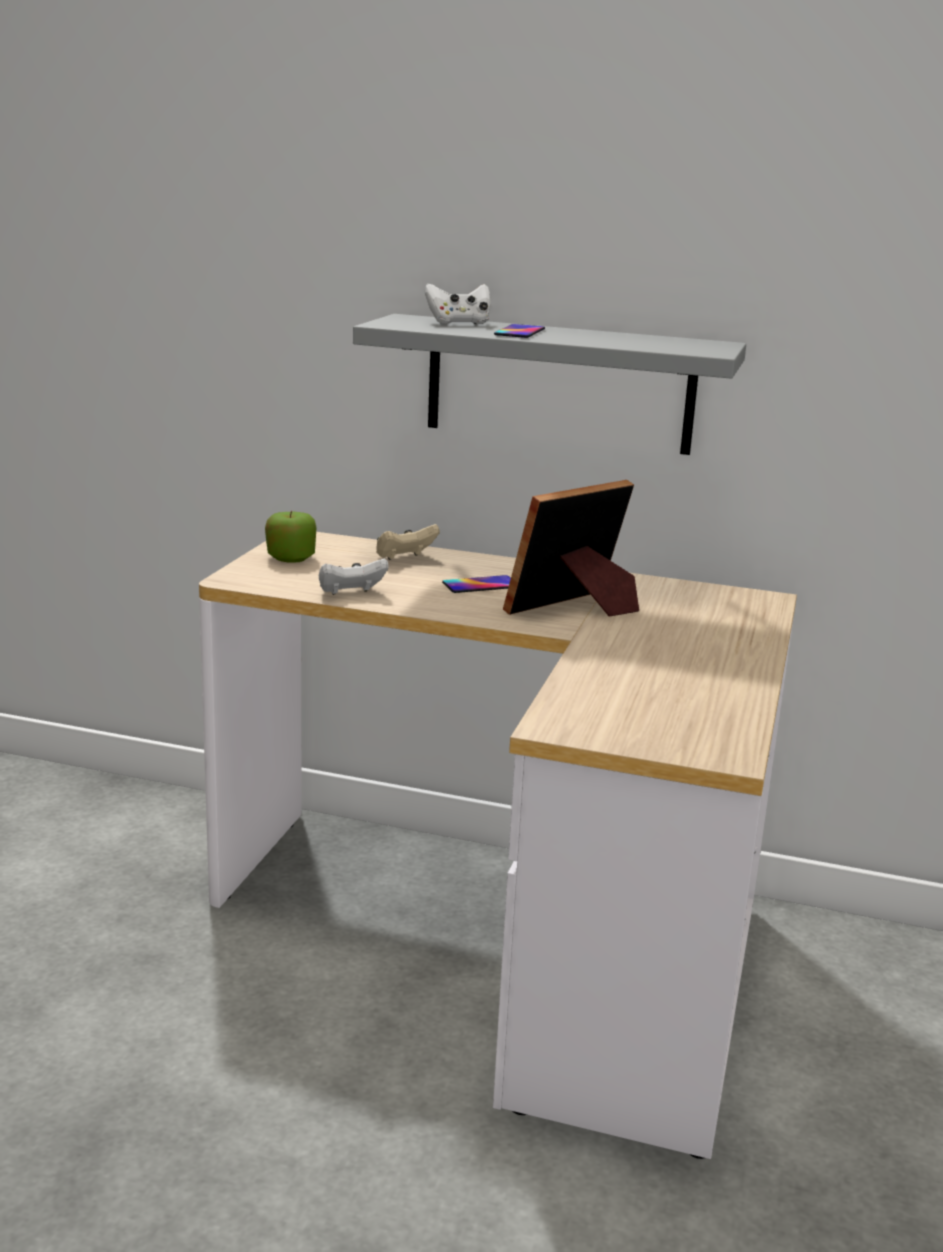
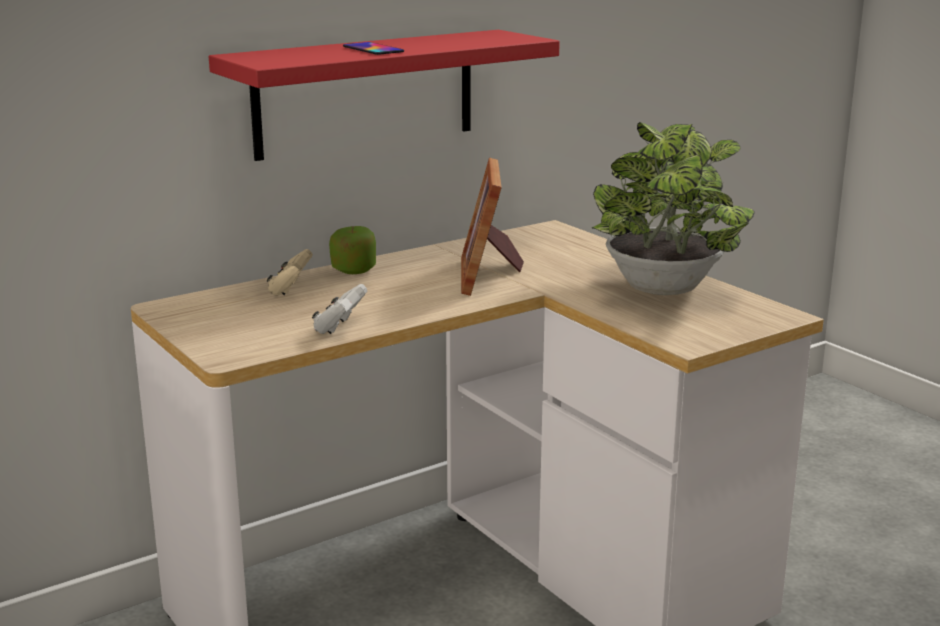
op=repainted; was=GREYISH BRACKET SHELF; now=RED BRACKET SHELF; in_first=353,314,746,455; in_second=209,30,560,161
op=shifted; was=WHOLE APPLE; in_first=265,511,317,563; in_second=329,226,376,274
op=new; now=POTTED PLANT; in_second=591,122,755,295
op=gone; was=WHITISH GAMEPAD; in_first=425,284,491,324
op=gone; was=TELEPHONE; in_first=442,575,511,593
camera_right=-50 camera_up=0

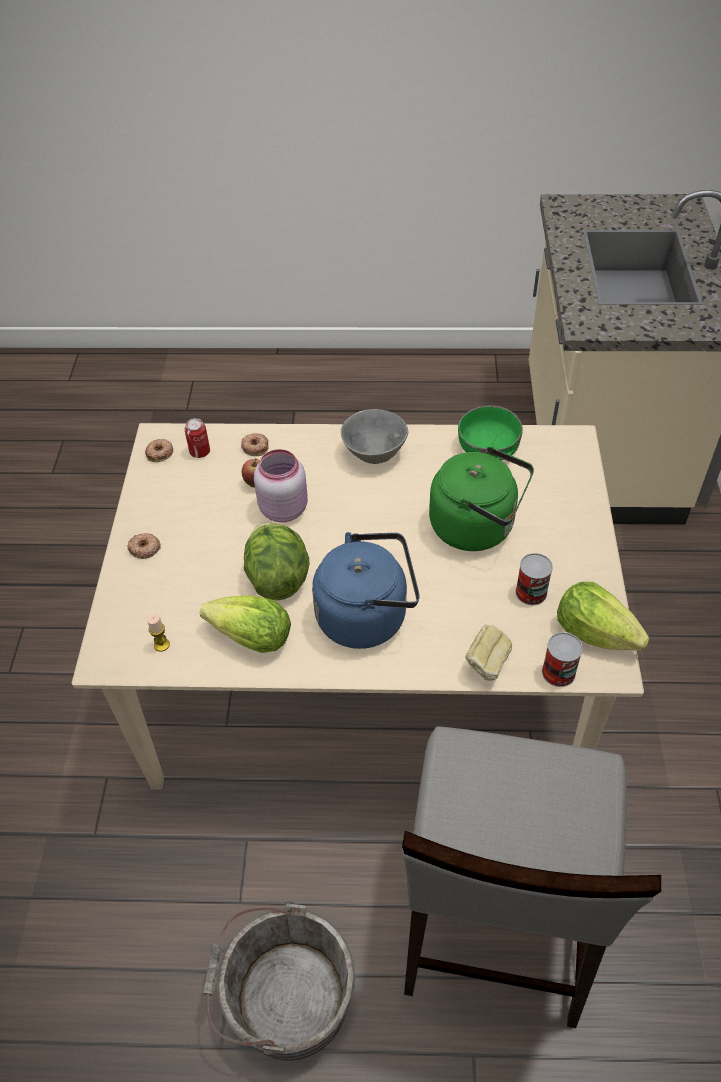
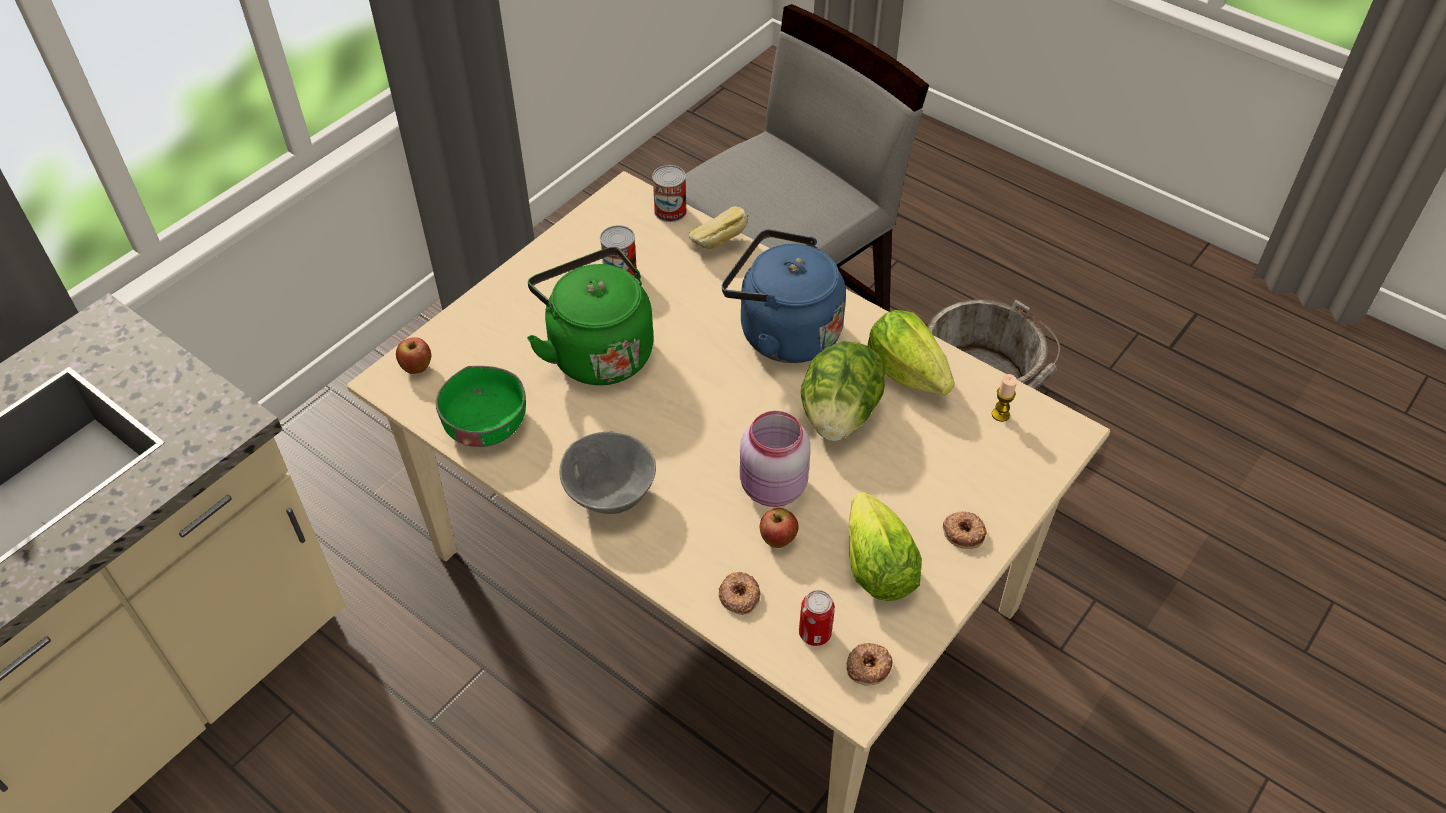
op=new; now=WHOLE APPLE; in_second=396,337,431,374
op=shifted; was=LETTUCE HEAD; in_first=557,582,650,651; in_second=848,492,922,601
camera_right=-145 camera_up=0

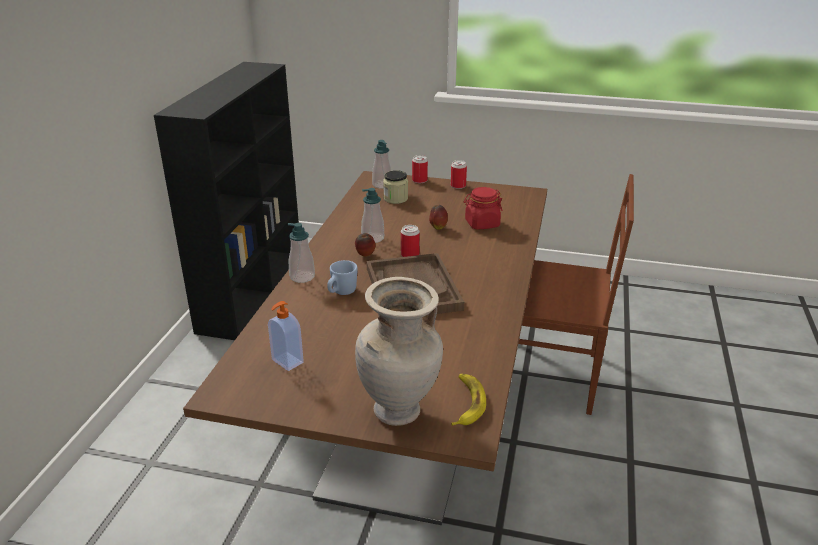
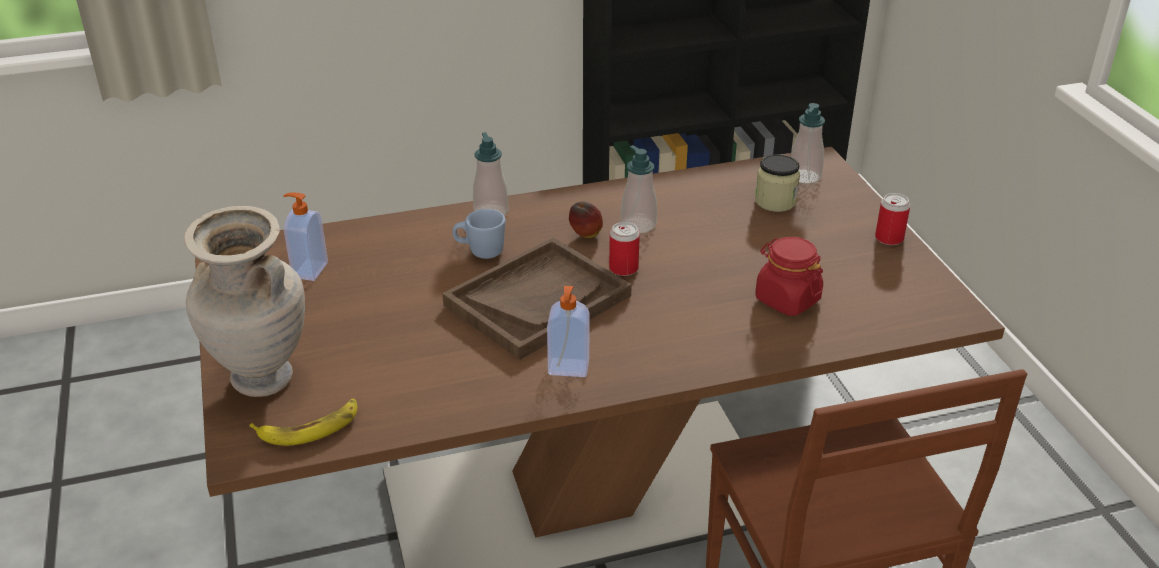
op=new; now=SOAP DISPENSER; in_second=547,286,590,377
op=gone; was=CAN; in_first=412,155,428,183
op=gone; was=WHOLE APPLE; in_first=429,205,448,230
camera_right=60 camera_up=5

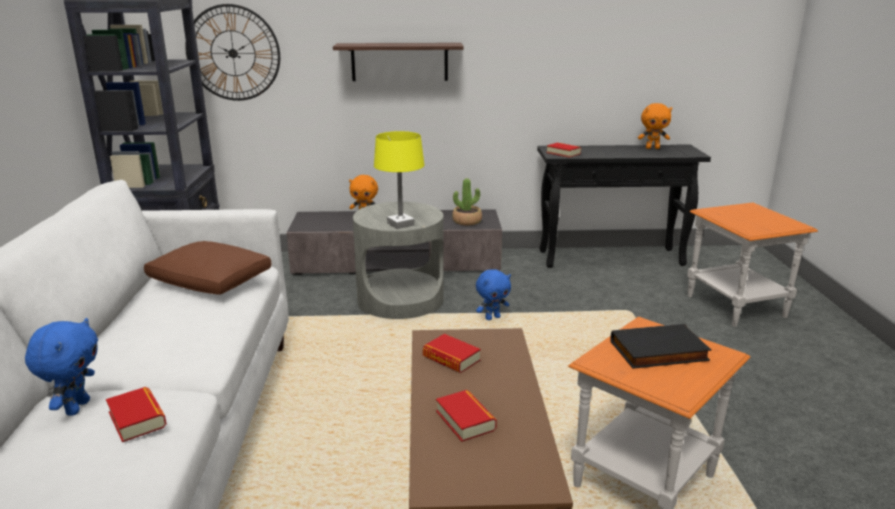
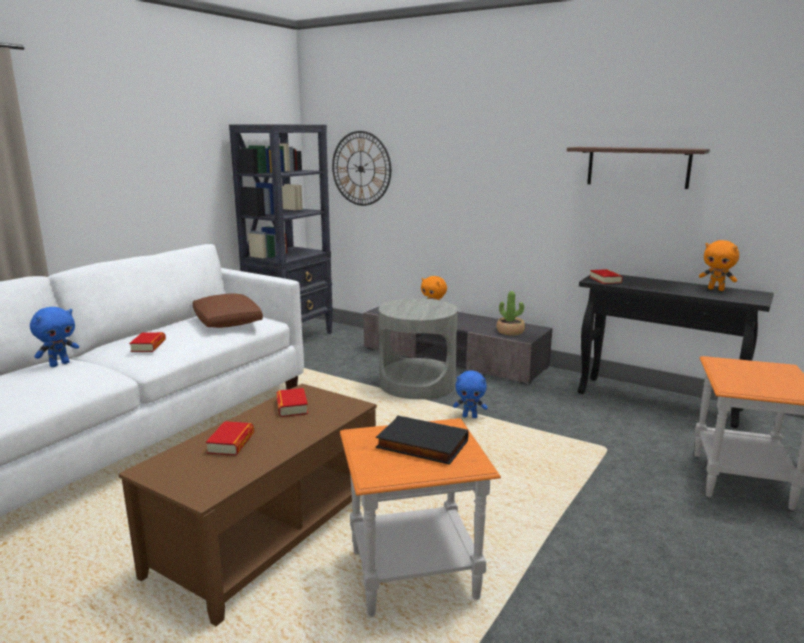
op=shifted; was=BOOK; in_first=106,387,166,442; in_second=129,332,166,352
op=shifted; was=BRACKET SHELF; in_first=333,43,464,81; in_second=567,147,710,189
op=gone; was=YELLOWISH TABLE LAMP; in_first=374,131,424,229
camera_right=35 camera_up=-5

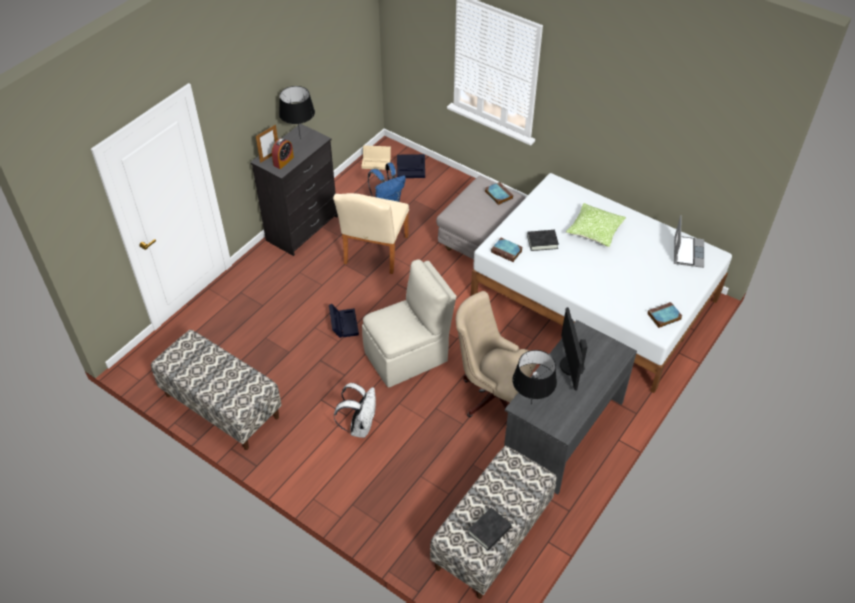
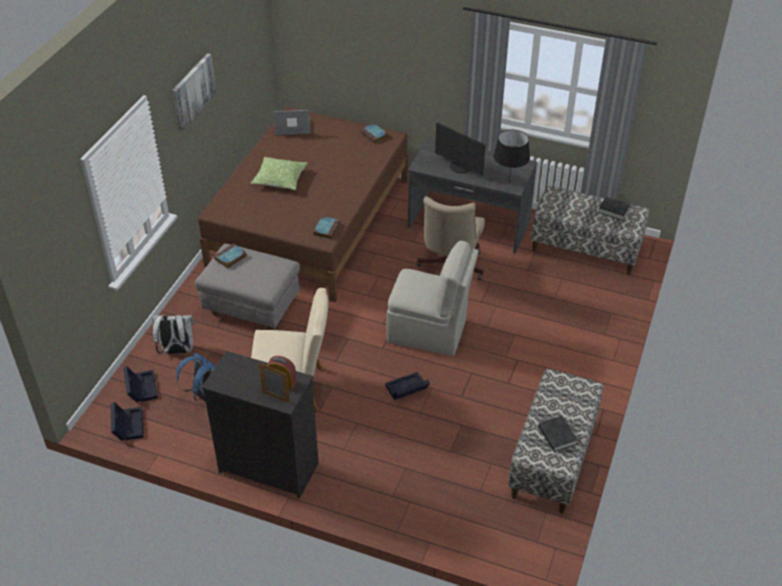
op=repainted; was=BEIGE-COLOURED STORAGE BOX; now=BLACK-COLOURED STORAGE BOX; in_first=361,145,391,170; in_second=111,402,144,441
op=shifted; was=WHITISH BACKPACK; in_first=334,383,376,438; in_second=152,313,195,354
op=new; now=WALL ART; in_second=172,53,216,131
op=repainted; was=WHITISH BED; now=BROWN BED; in_first=471,173,732,393; in_second=198,107,409,303
op=rotated; was=BEIGE-COLOURED PLAIN CHAIR; in_first=362,259,457,388; in_second=386,241,479,356; clockwise=150
op=rotated; was=MONITOR; in_first=560,307,587,391; in_second=435,122,486,176; clockwise=60
op=shifted; was=BLACK-COLOURED BOOK; in_first=527,230,559,251; in_second=538,416,578,452
op=gone; was=BLACK-COLOURED TABLE LAMP; in_first=279,86,315,139
camera_right=-105 camera_up=-5

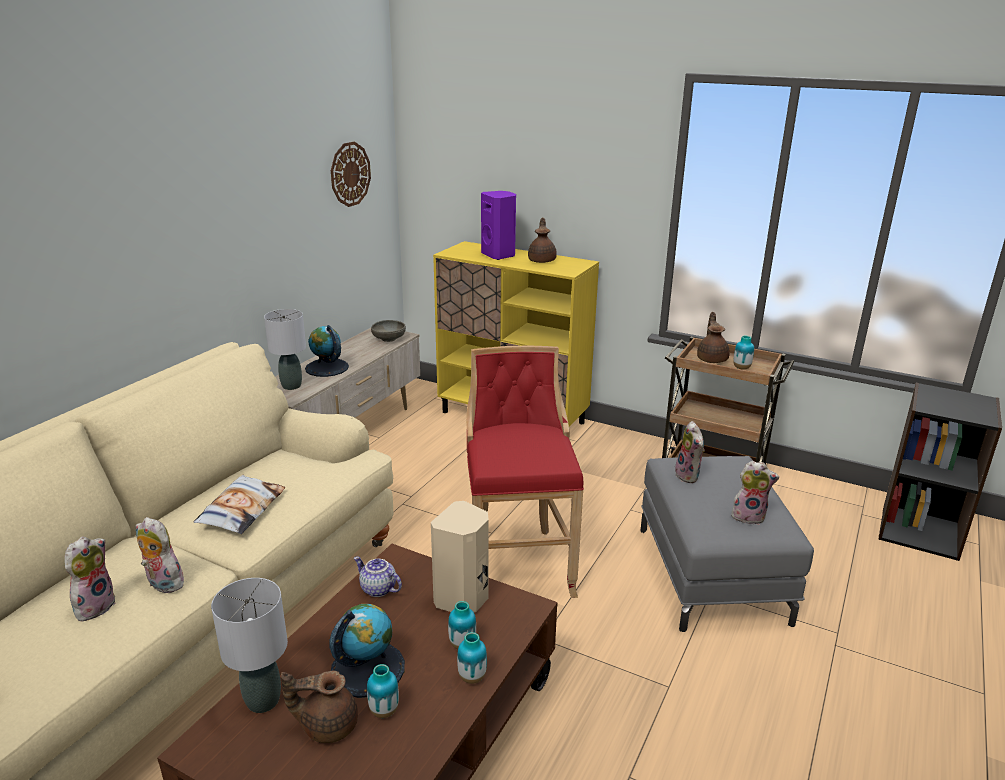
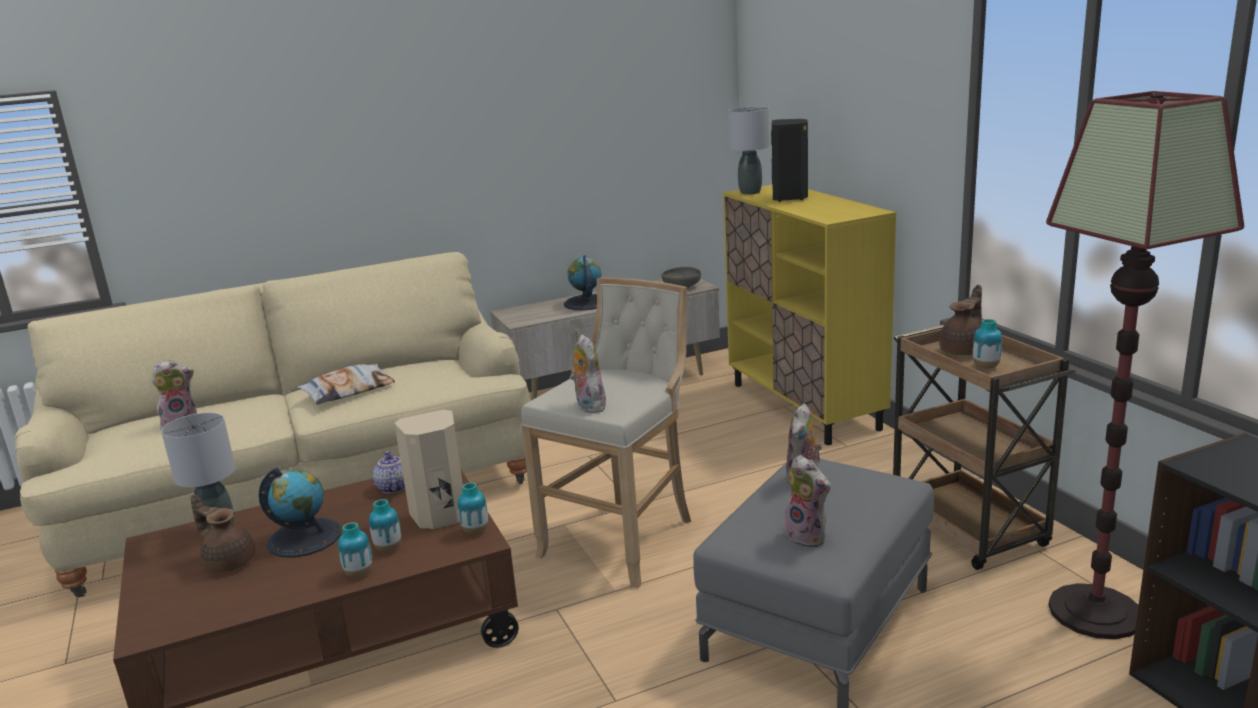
op=shifted; was=FLOWER VASE; in_first=367,664,399,718; in_second=458,483,488,534
op=repainted; was=RED STOOL; now=BEIGE-COLOURED STOOL; in_first=466,346,584,598; in_second=521,277,691,588
op=shifted; was=PLUSH TOY; in_first=136,517,187,593; in_second=570,335,606,413
op=shifted; was=GREYISH TABLE LAMP; in_first=264,309,306,390; in_second=728,106,769,195
op=repainted; was=PURPLISH LOUDSPEAKER; now=BLACK-COLOURED LOUDSPEAKER; in_first=481,191,516,260; in_second=771,119,808,202
op=new; now=FLOOR LAMP; in_second=1046,91,1244,639
op=gone; was=HANGING CLOCK; in_first=331,142,371,207
op=gone; was=BROWN TEA POT; in_first=528,218,557,263
camera_right=40 camera_up=-5

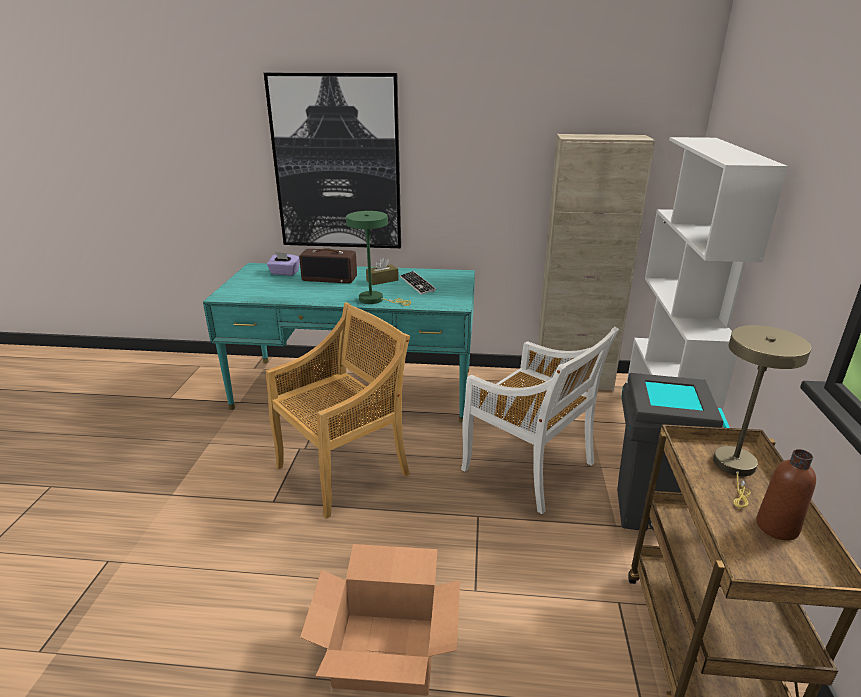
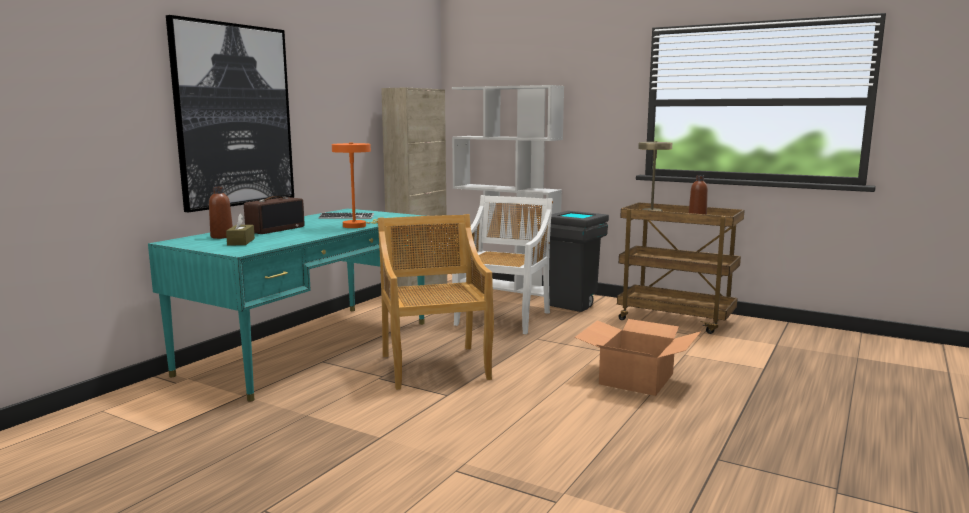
op=swapped; was=PURPLISH TISSUE HOLDER; now=BROWN DRINK BOTTLE; in_first=267,252,300,276; in_second=209,186,233,239
op=shifted; was=BROWN TISSUE HOLDER; in_first=366,257,399,285; in_second=226,213,255,245
op=repainted; was=GREEN TABLE LAMP; now=ORANGEY TABLE LAMP; in_first=346,211,411,306; in_second=332,142,378,228
op=rotated; was=WHITISH PLAIN CHAIR; in_first=461,327,619,514; in_second=452,195,553,334; clockwise=-45
camera_right=-65 camera_up=-15

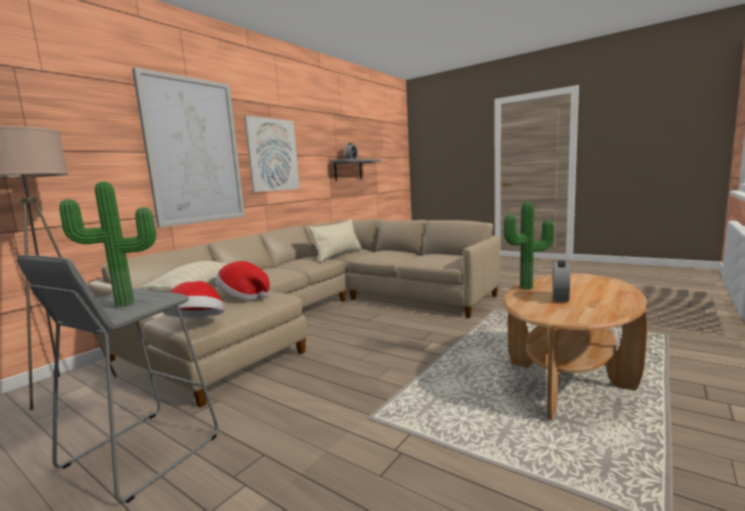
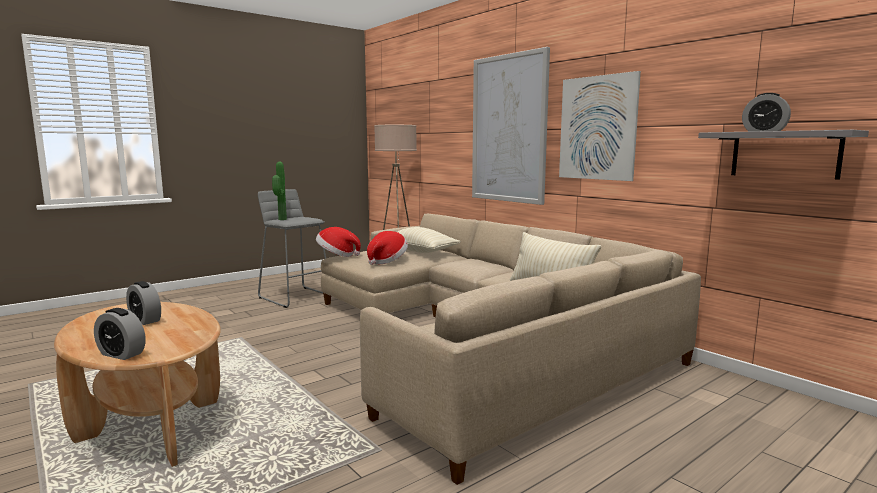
op=new; now=BEDSIDE CLOCK; in_second=94,308,146,360
op=gone; was=POTTED PLANT; in_first=504,202,554,290
camera_right=105 camera_up=0

